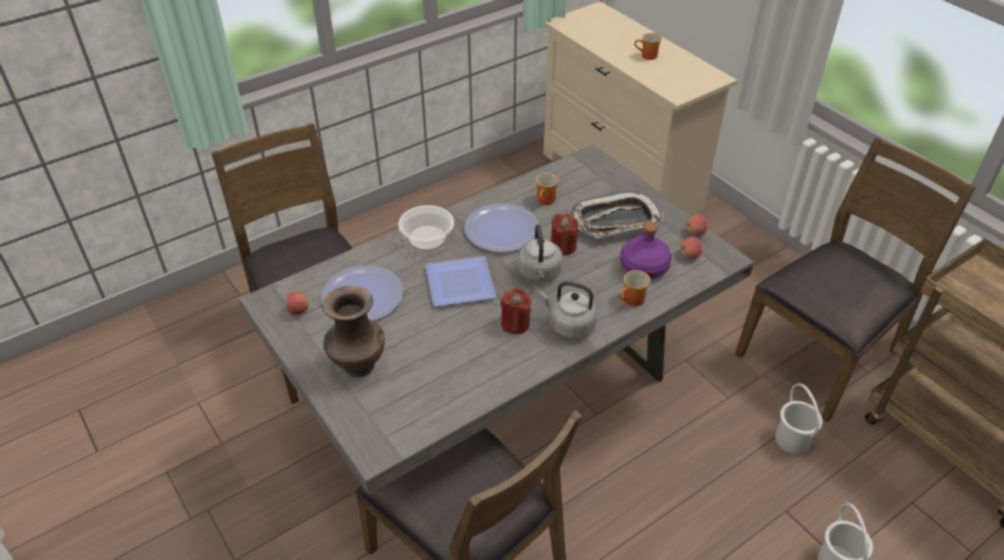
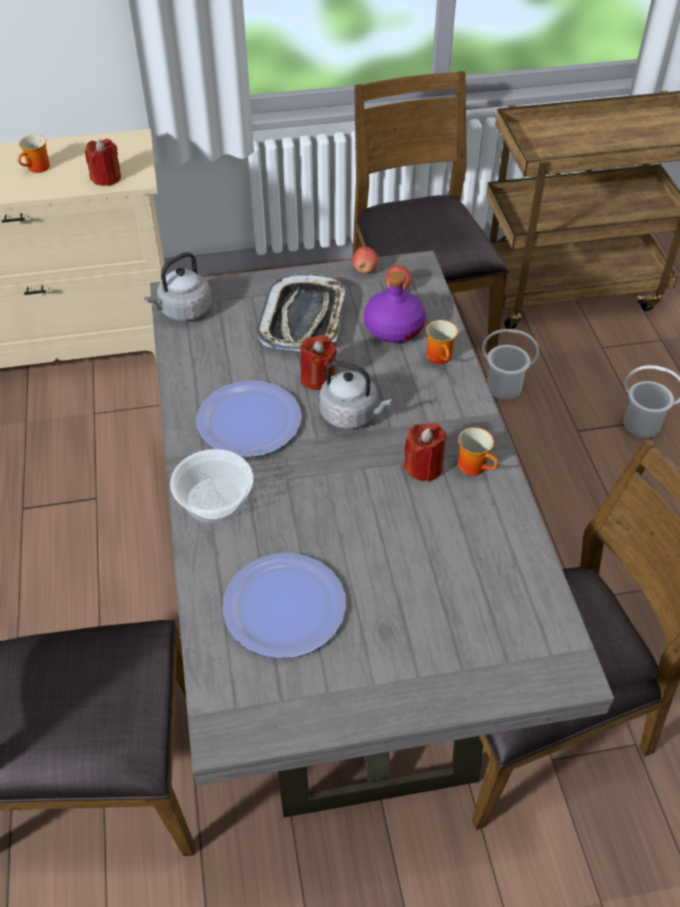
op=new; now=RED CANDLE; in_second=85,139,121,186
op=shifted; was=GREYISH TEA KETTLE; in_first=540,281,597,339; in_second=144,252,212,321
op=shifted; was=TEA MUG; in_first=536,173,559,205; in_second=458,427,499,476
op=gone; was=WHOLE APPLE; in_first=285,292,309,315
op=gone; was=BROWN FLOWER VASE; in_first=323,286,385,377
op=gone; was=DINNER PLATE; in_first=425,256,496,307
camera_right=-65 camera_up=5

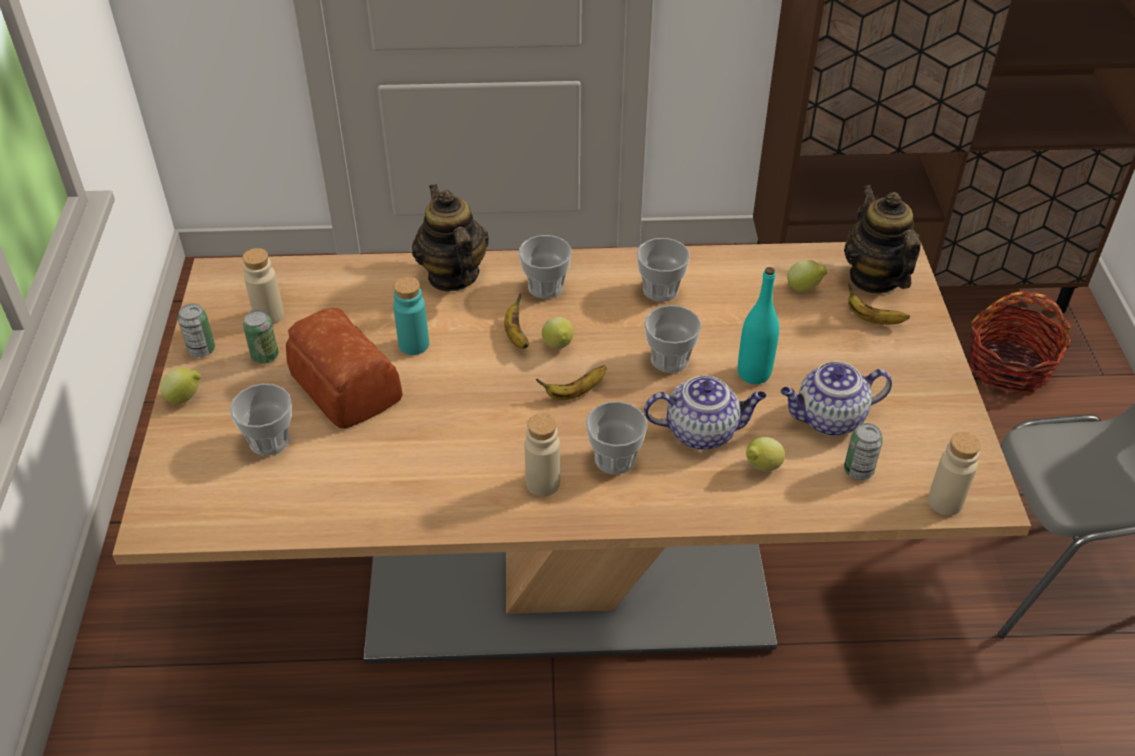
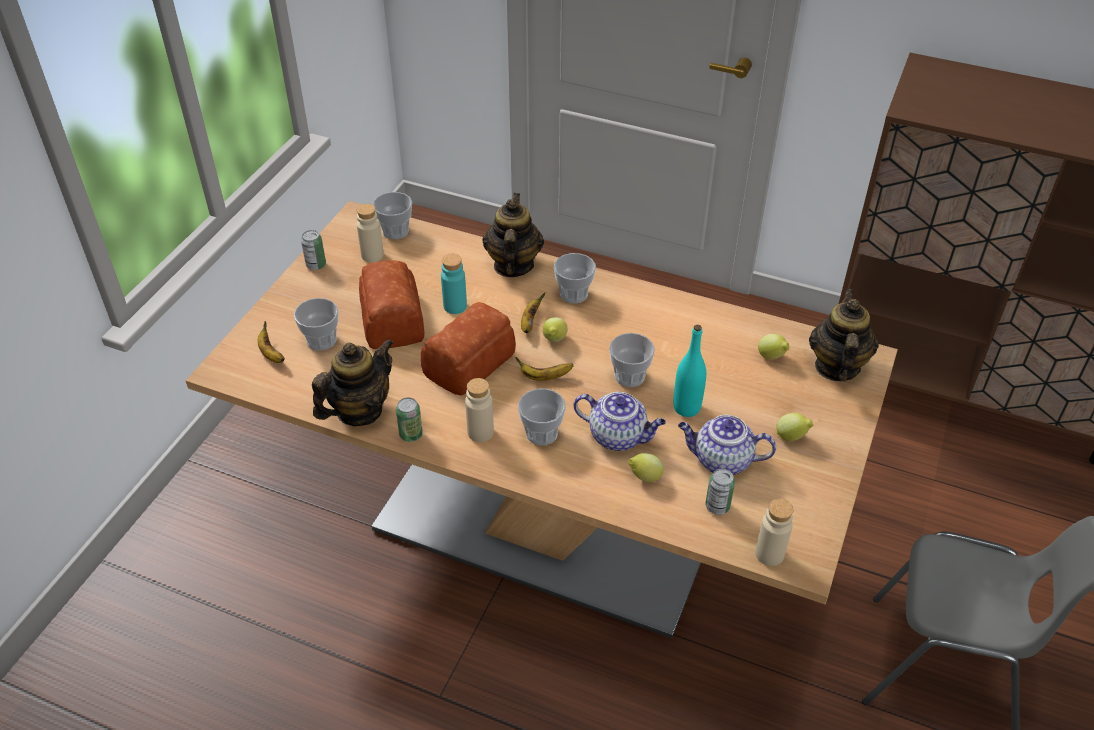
op=shifted; was=BANANA FRUIT; in_first=848,283,910,324; in_second=258,321,285,363
op=new; now=TEA POT; in_second=312,338,394,426
op=shifted; was=SMALL CUP; in_first=637,238,690,302; in_second=373,192,412,239
op=shifted; was=CAN; in_first=243,310,279,364; in_second=396,397,423,442
op=new; now=BREAD; in_second=421,302,516,396
op=shifted; was=WHOLE LEMON; in_first=160,368,201,404; in_second=776,413,813,441
op=gone; was=HOUSEHOLD BASKET; in_first=970,291,1071,393
camera_right=25 camera_up=0

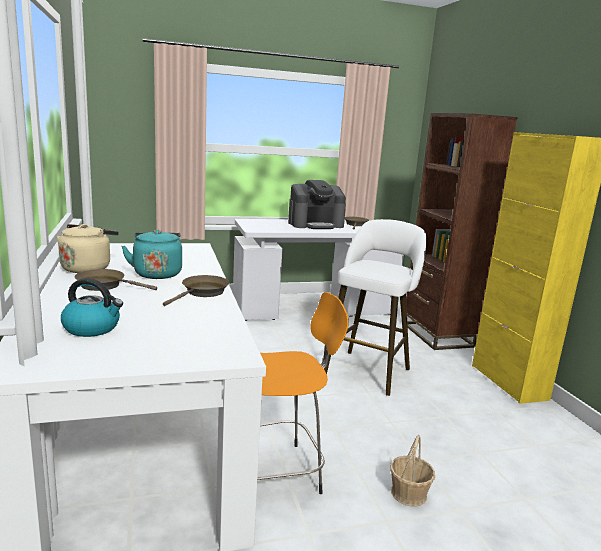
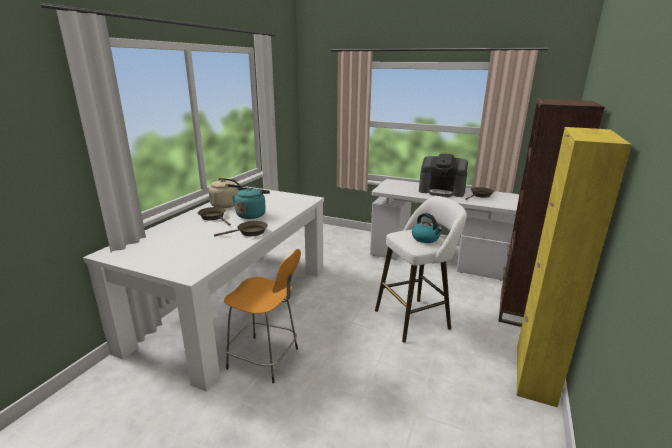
op=shifted; was=TEA KETTLE; in_first=61,278,123,337; in_second=412,213,442,243
op=gone; was=HOUSEHOLD BASKET; in_first=390,435,435,507
camera_right=40 camera_up=5

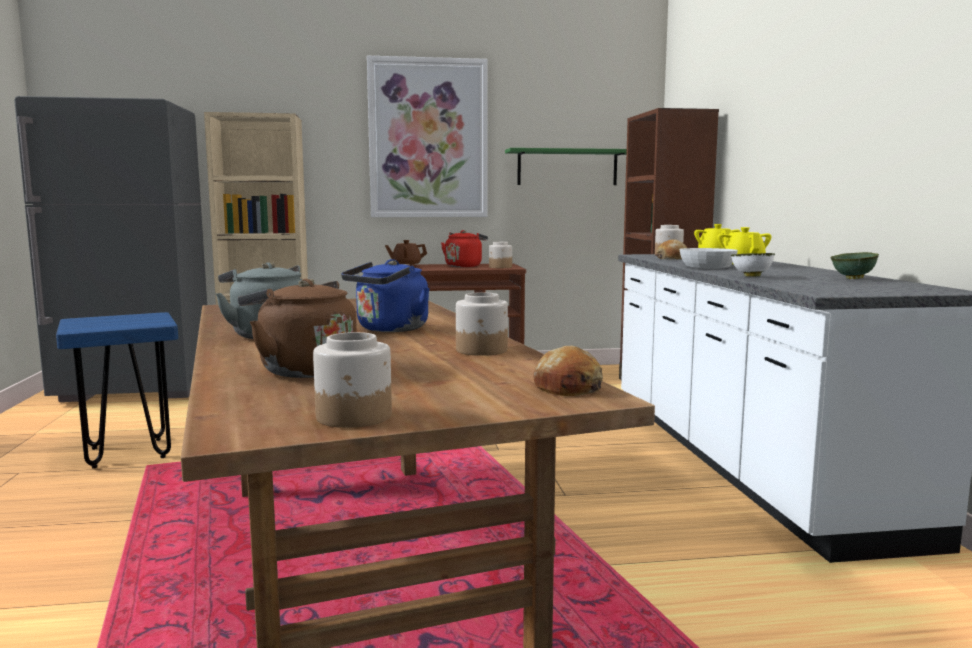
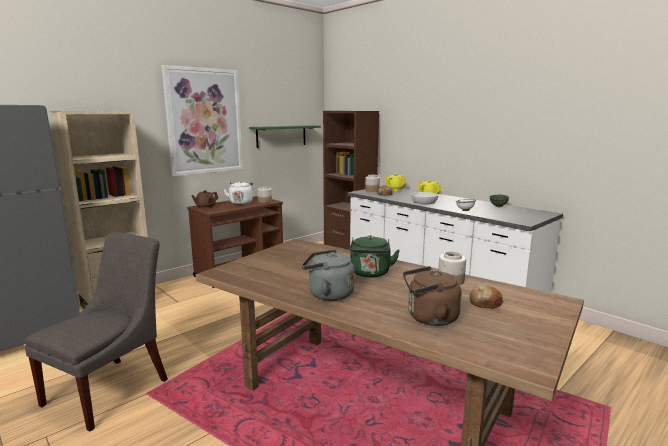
op=swapped; was=BLUE STOOL; now=GREYISH PLAIN CHAIR; in_first=56,312,178,469; in_second=25,232,168,431
op=repainted; was=RED TEA KETTLE; now=WHITISH TEA KETTLE; in_first=441,230,488,267; in_second=224,181,253,205
op=repainted; was=BLUE TEA KETTLE; now=GREEN TEA KETTLE; in_first=341,259,430,332; in_second=350,235,400,278
op=shifted; was=BREAD; in_first=533,346,603,396; in_second=469,284,504,309
op=gone; was=JAR; in_first=313,332,392,428
camera_right=-35 camera_up=5

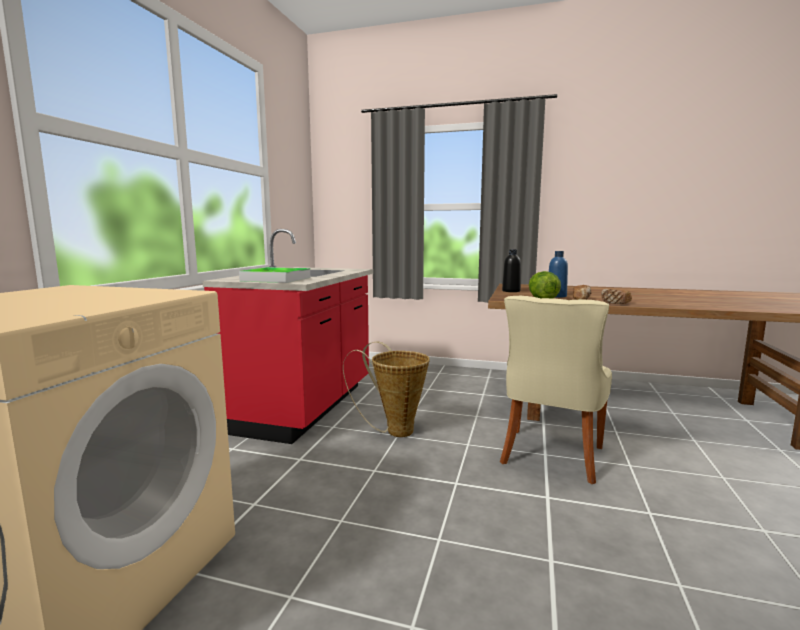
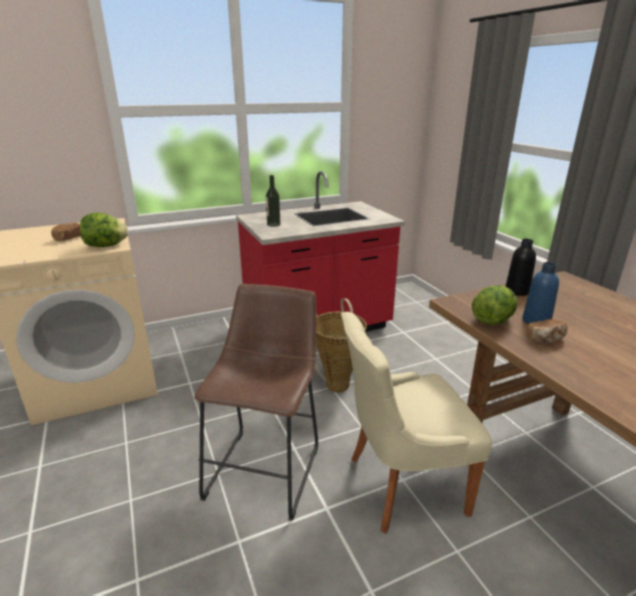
op=shifted; was=BREAD; in_first=601,289,632,304; in_second=51,222,81,241
op=new; now=LETTUCE HEAD; in_second=80,213,128,247
op=new; now=BROWN STOOL; in_second=194,284,318,521
op=swapped; was=TRAY; now=DRINK BOTTLE; in_first=239,267,310,283; in_second=266,175,280,227
camera_right=50 camera_up=15

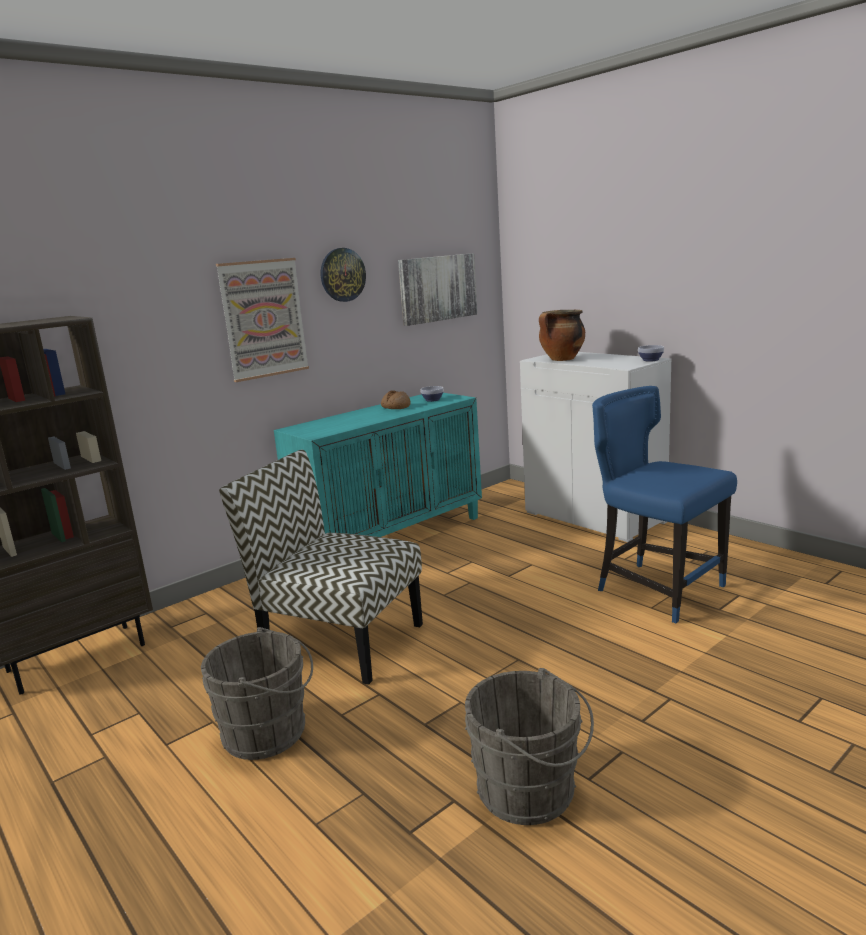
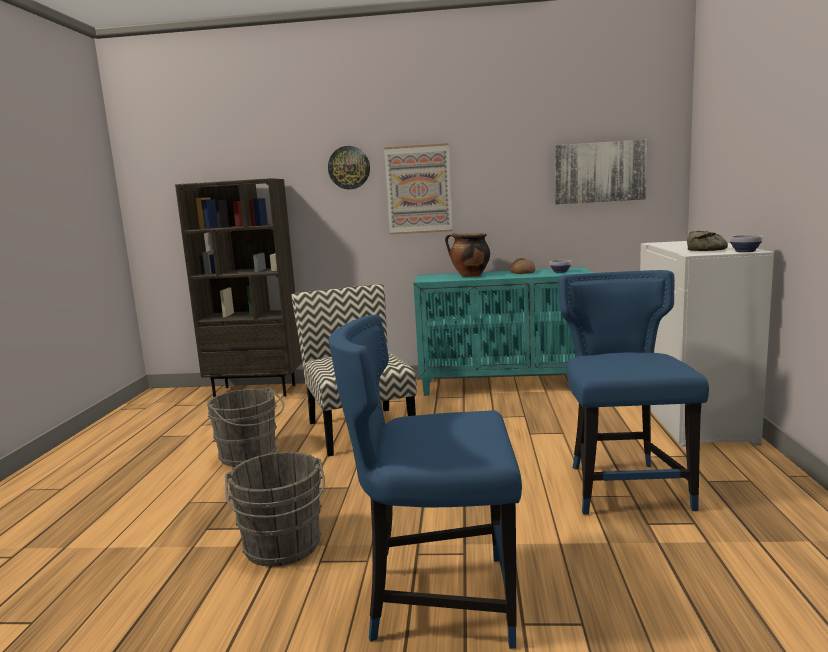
op=shifted; was=HANGING CLOCK; in_first=320,248,366,302; in_second=328,146,370,189
op=new; now=BLUE PLAIN CHAIR; in_second=329,315,522,649
op=shifted; was=COOKING POT; in_first=539,310,585,361; in_second=445,233,490,277
op=new; now=BREAD; in_second=687,231,728,251
camera_right=45 camera_up=-5

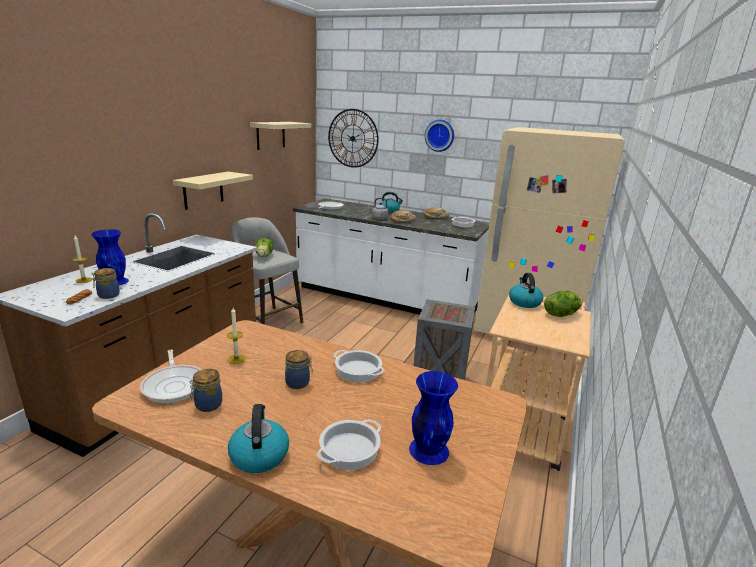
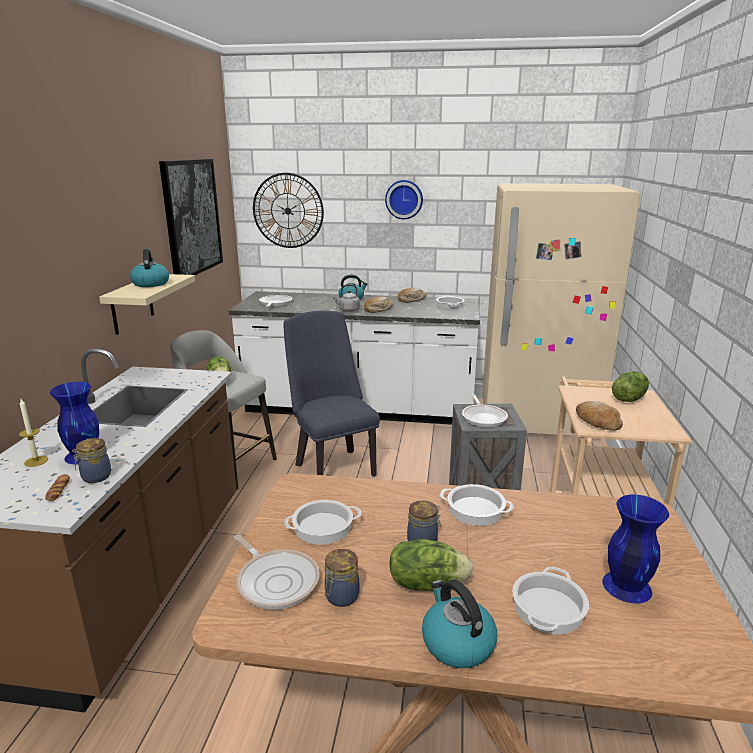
op=shifted; was=TEA KETTLE; in_first=509,273,543,308; in_second=130,249,169,287
op=swapped; was=BEIGE-COLOURED BRACKET SHELF; now=WALL ART; in_first=250,122,311,150; in_second=159,159,223,275
op=new; now=BLUE PLAIN CHAIR; in_second=283,311,380,477
op=swapped; was=CANDLE; now=COOKING POT; in_first=227,308,246,364; in_second=284,500,361,545
op=new; now=LETTUCE HEAD; in_second=389,539,473,591
op=new; now=PAN; in_second=462,394,508,427
op=new; now=BREAD; in_second=576,401,623,431
camera_right=-15 camera_up=0

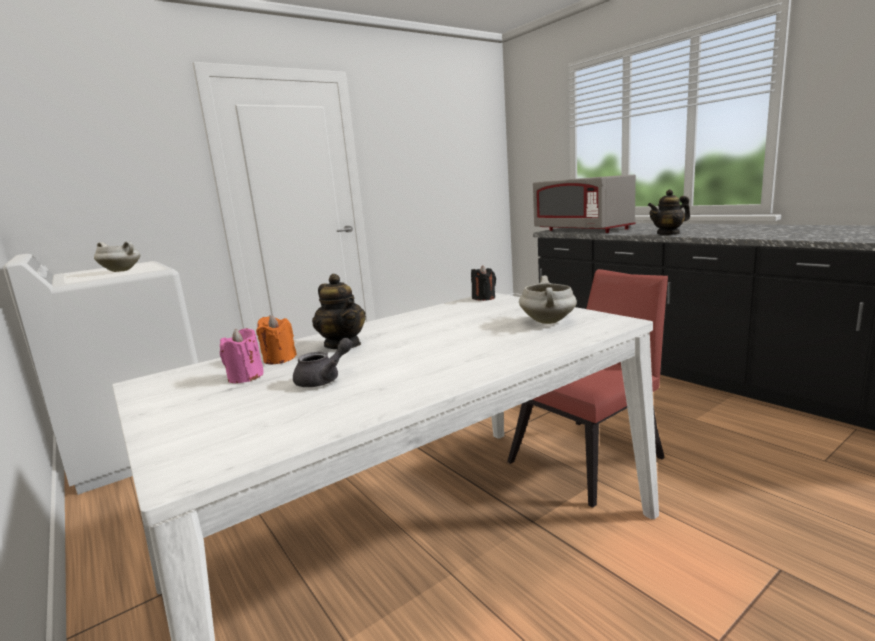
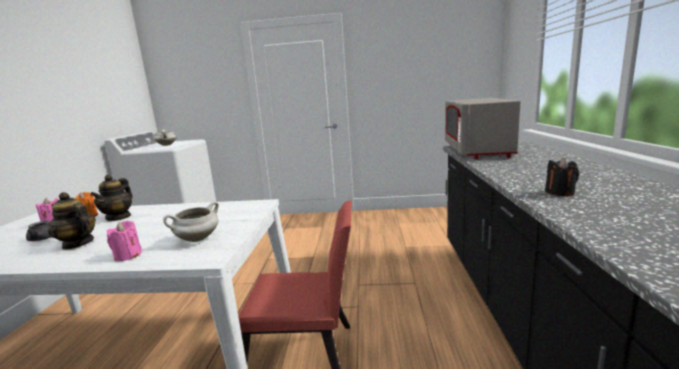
op=shifted; was=TEA POT; in_first=648,190,690,235; in_second=47,192,96,250
op=new; now=PINK-COLOURED CANDLE; in_second=107,221,142,261
op=shifted; was=BLACK-COLOURED CANDLE; in_first=471,265,496,301; in_second=545,158,579,197
camera_right=40 camera_up=0

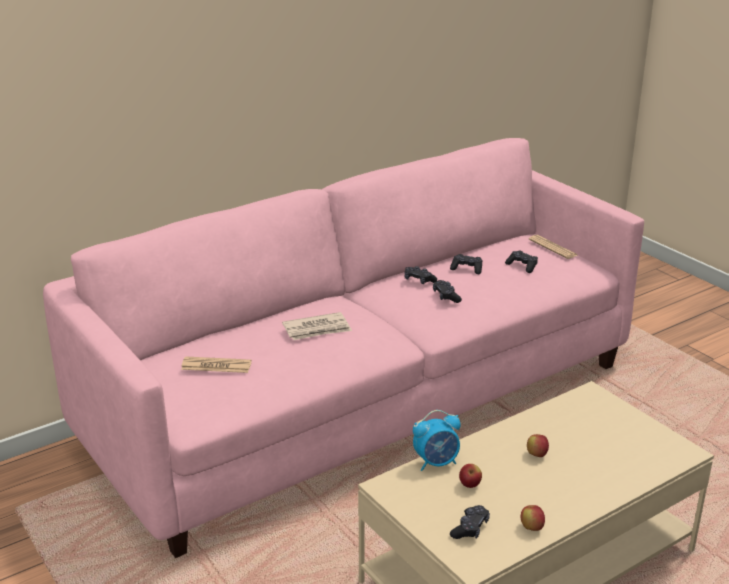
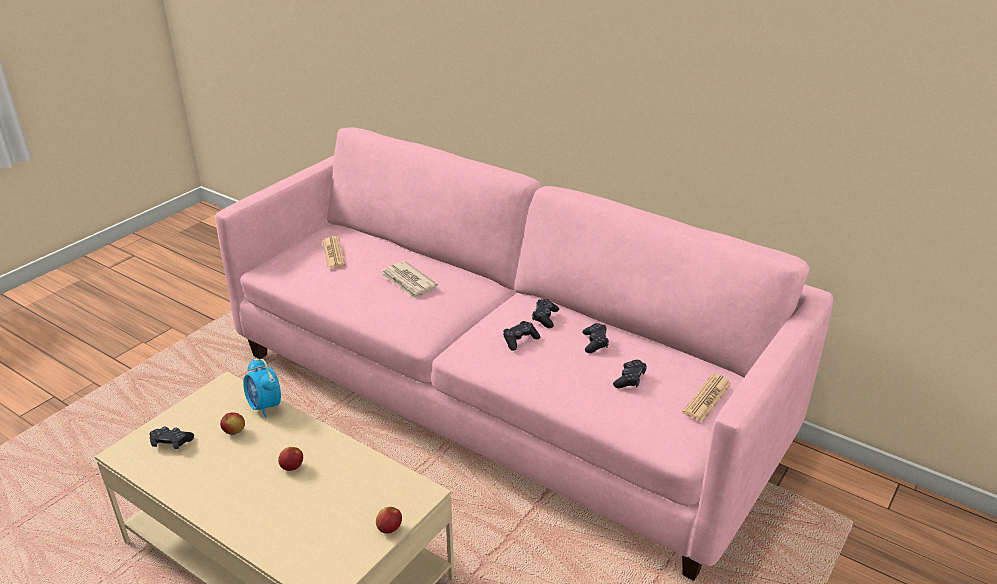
op=shifted; was=WHOLE APPLE; in_first=521,505,545,531; in_second=376,507,402,534
camera_right=70 camera_up=5

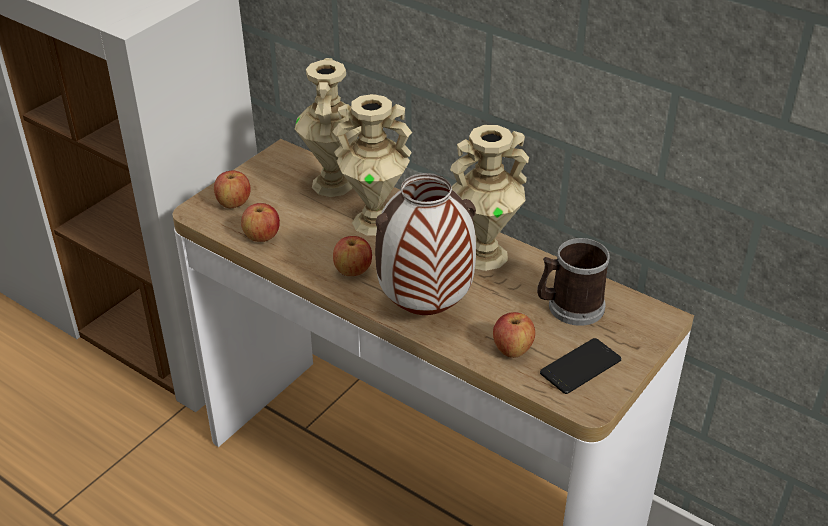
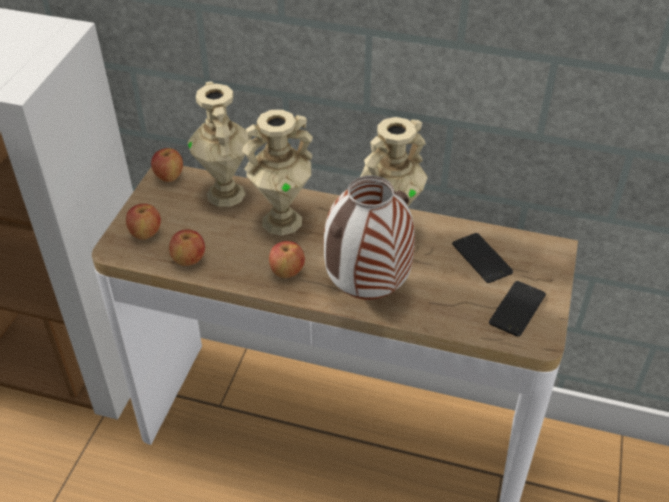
op=shifted; was=WHOLE APPLE; in_first=493,312,535,358; in_second=151,148,183,182
op=swapped; was=TEA MUG; now=TELEPHONE; in_first=537,238,610,326; in_second=452,233,513,283
camera_right=-20 camera_up=5

